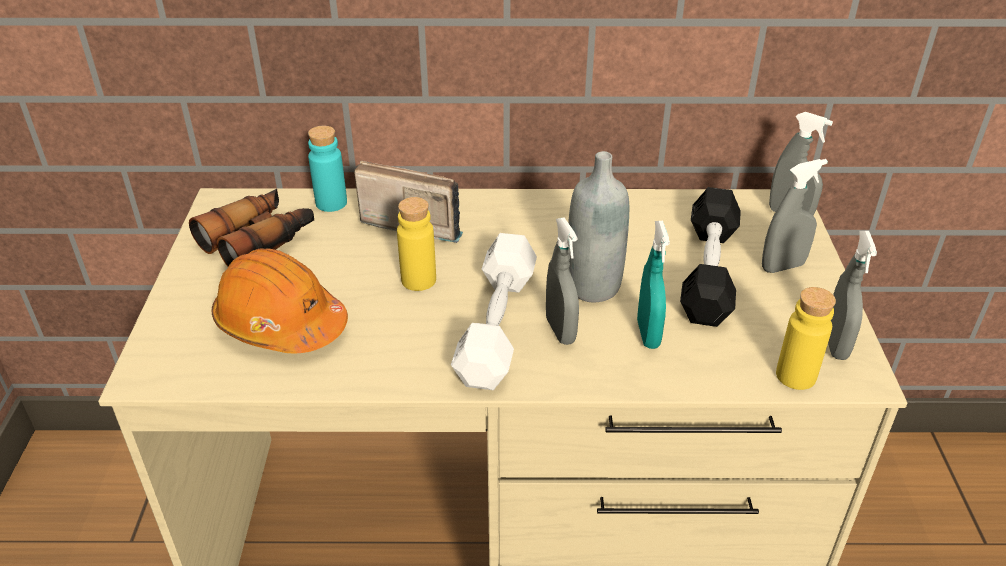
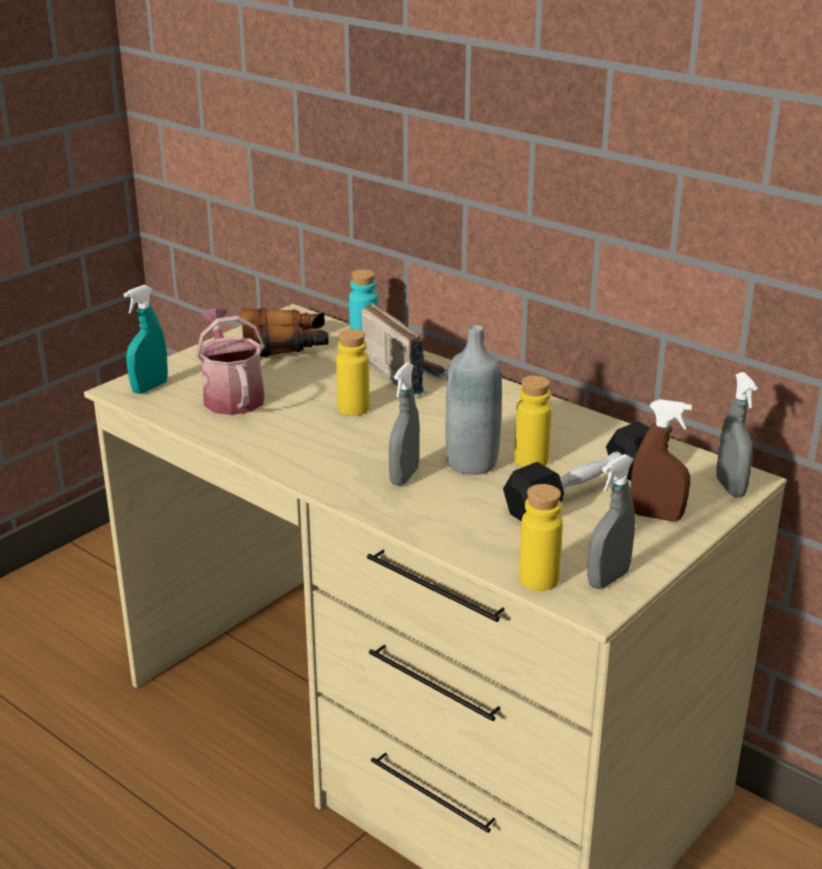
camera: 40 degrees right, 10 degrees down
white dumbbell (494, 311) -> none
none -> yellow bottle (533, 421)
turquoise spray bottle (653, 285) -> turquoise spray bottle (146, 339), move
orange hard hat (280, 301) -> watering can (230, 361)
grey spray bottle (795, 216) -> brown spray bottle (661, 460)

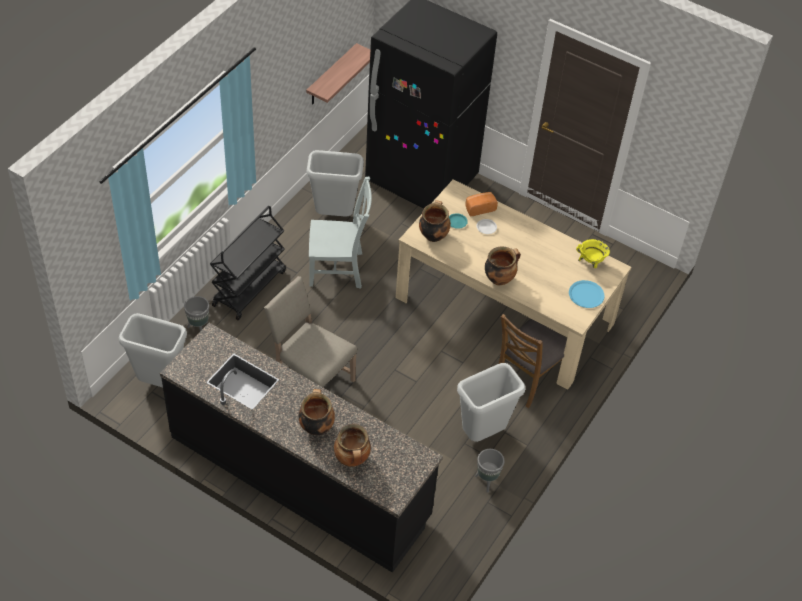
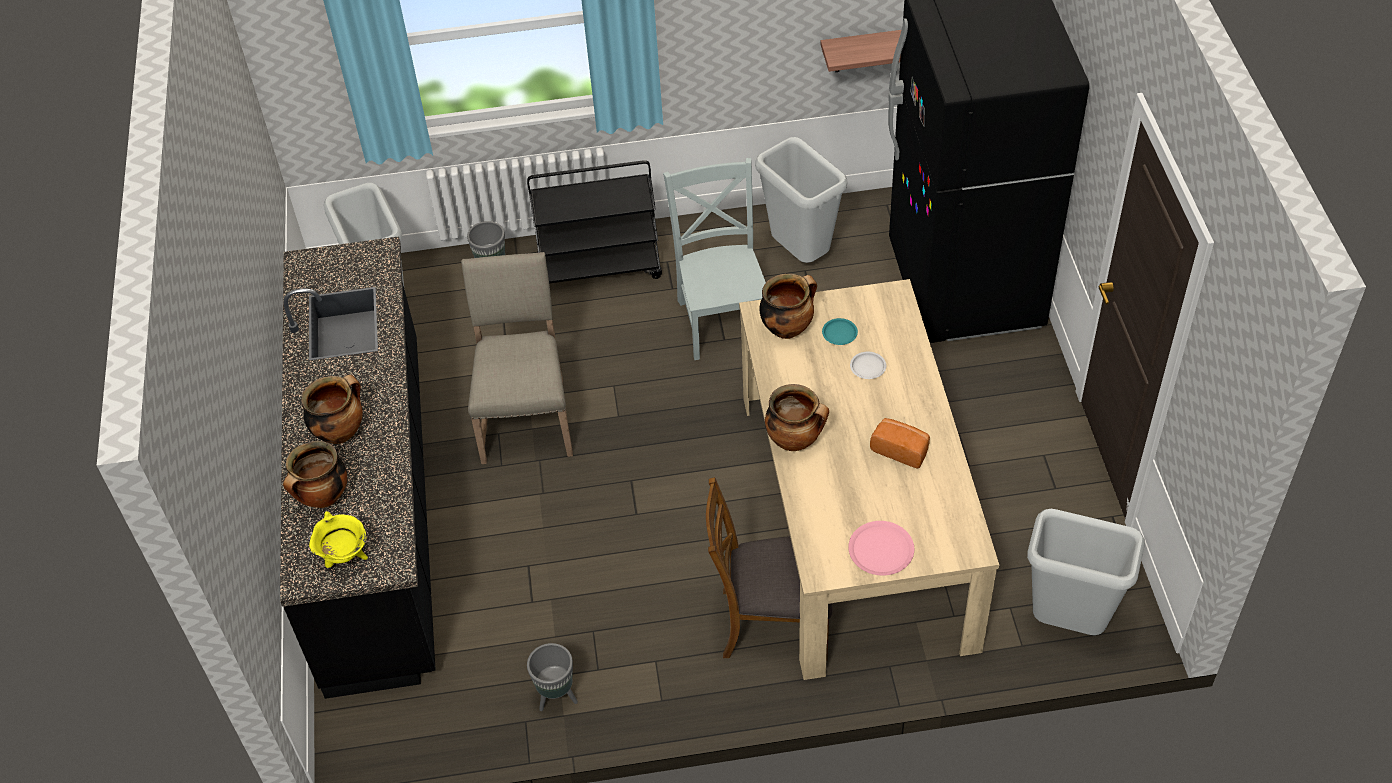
camera: 55 degrees right, 0 degrees up
grey trash can (491, 402) -> grey trash can (1086, 572), move
bread (482, 204) -> bread (900, 443), move
yellow cooking pot (593, 253) -> yellow cooking pot (338, 539), move
blue plate (586, 294) -> pink plate (881, 548)
grey chair (340, 233) -> grey chair (714, 259), 150 degrees counterclockwise

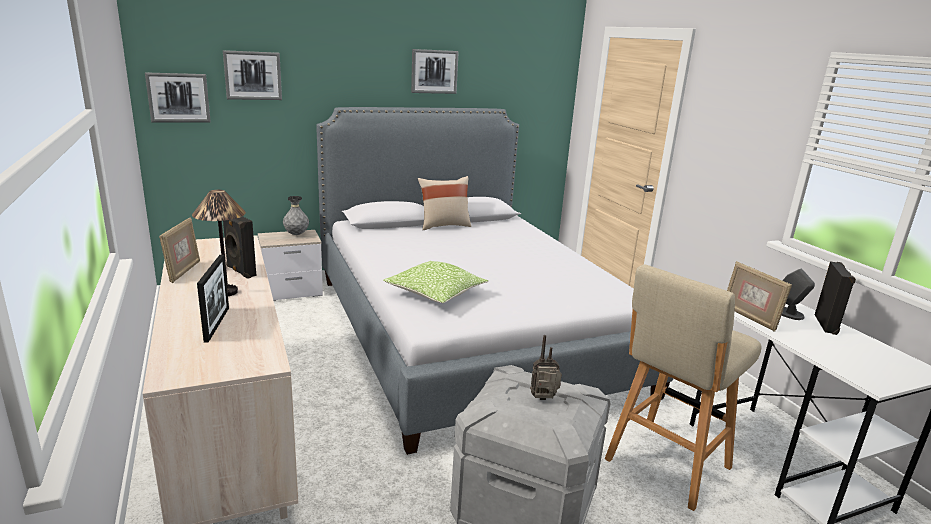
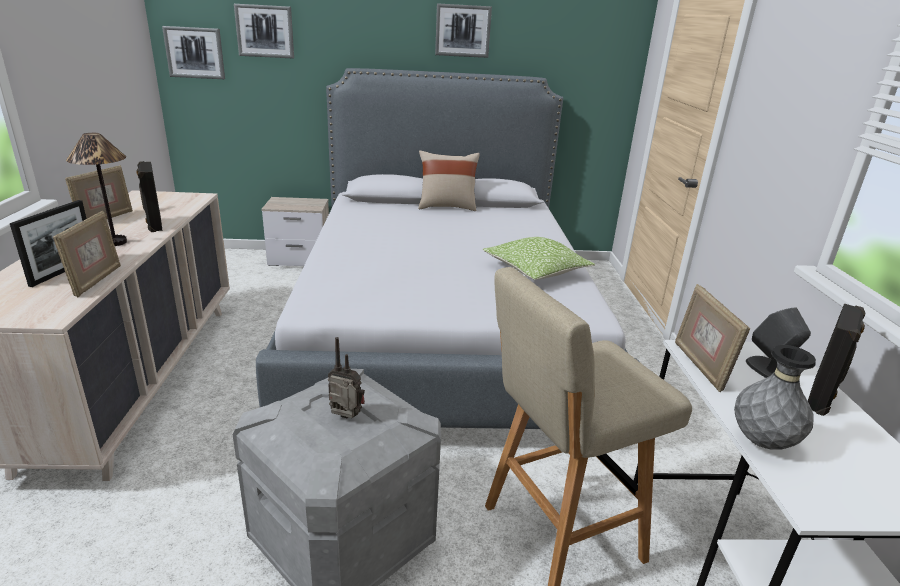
camera: 20 degrees right, 5 degrees up
none -> picture frame (87, 254)
grey vase (296, 215) -> grey vase (775, 397), move
pillow (436, 282) -> pillow (539, 258), move

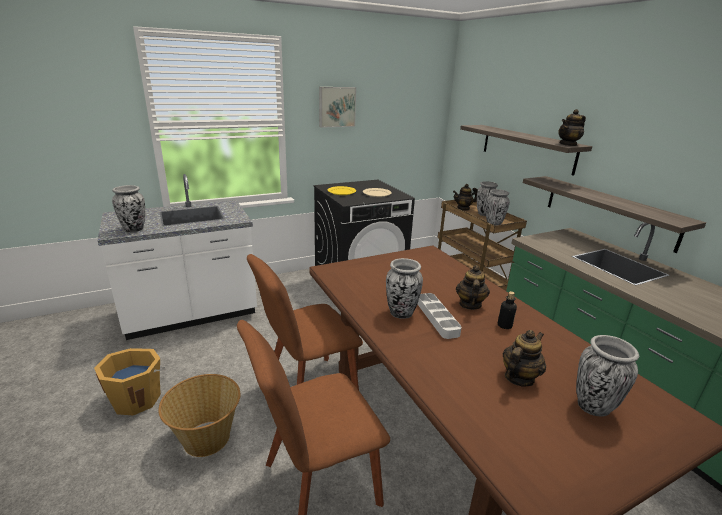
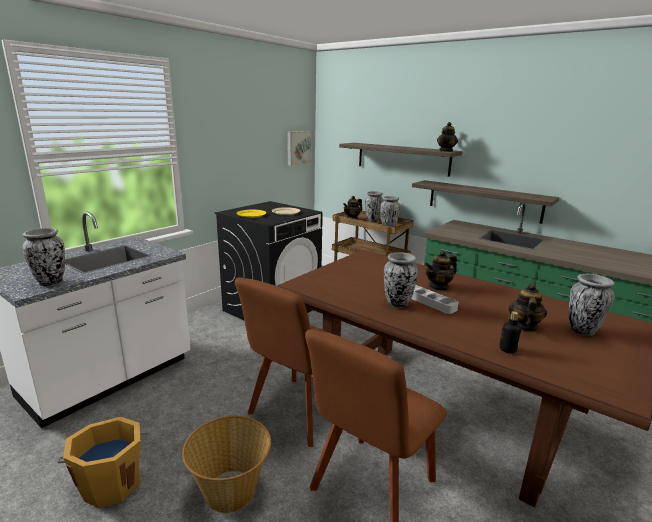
camera: 25 degrees left, 5 degrees down
picture (337, 107) -> picture (299, 148), move
bottle (507, 310) -> bottle (510, 332), move
teapot (473, 287) -> teapot (441, 271), 105 degrees counterclockwise

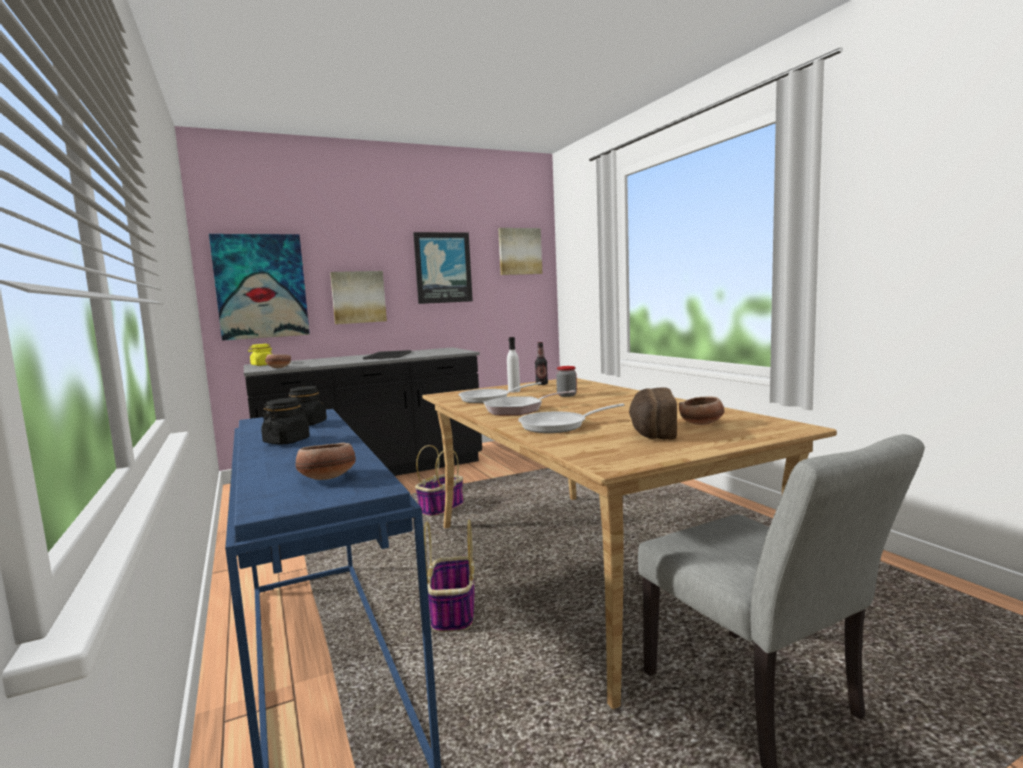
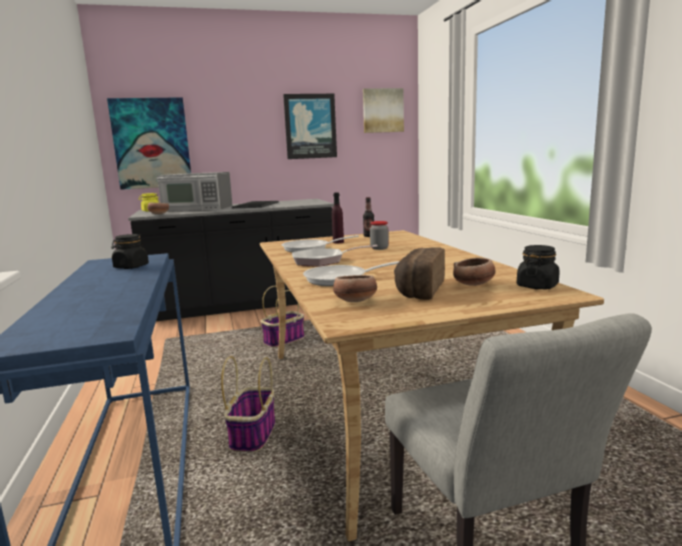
camera: 10 degrees right, 5 degrees up
picture (358, 297) -> none
none -> microwave (195, 192)
black jar (285, 421) -> black jar (538, 267), move
bowl (326, 461) -> bowl (355, 288), move
white bottle (513, 364) -> purple bottle (338, 217)

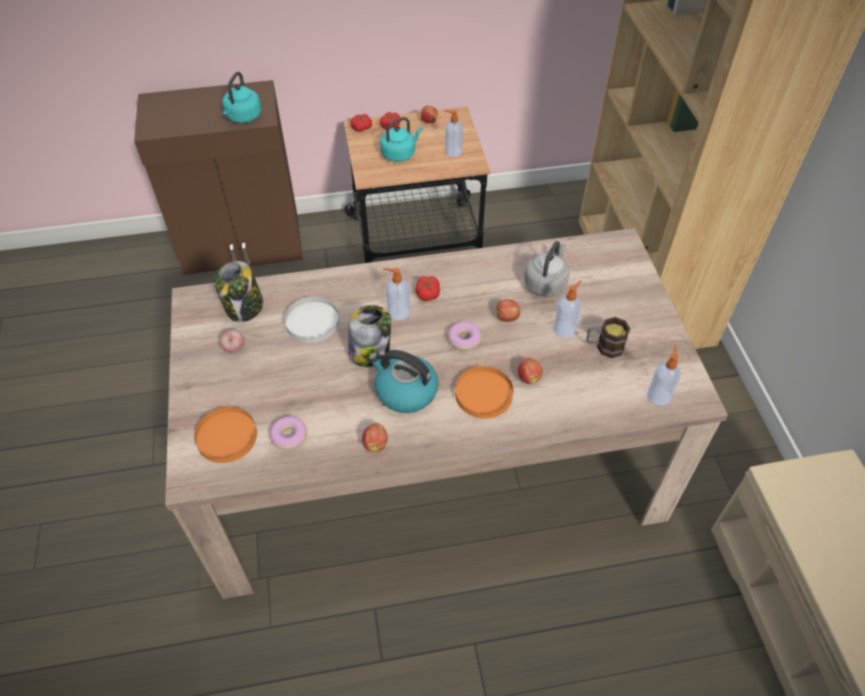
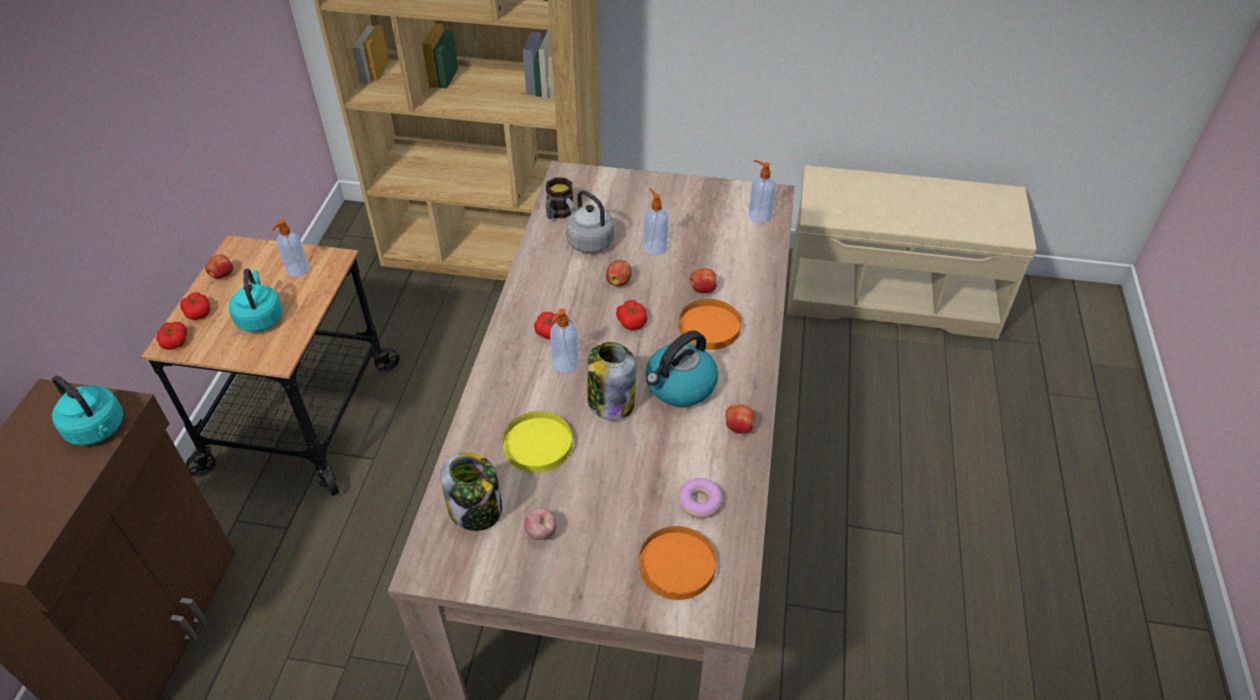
camera: 70 degrees left, 5 degrees down
mug (608, 337) -> mug (559, 198), move
donut (464, 336) -> tomato (631, 315)
white plate (311, 320) -> yellow plate (537, 442)

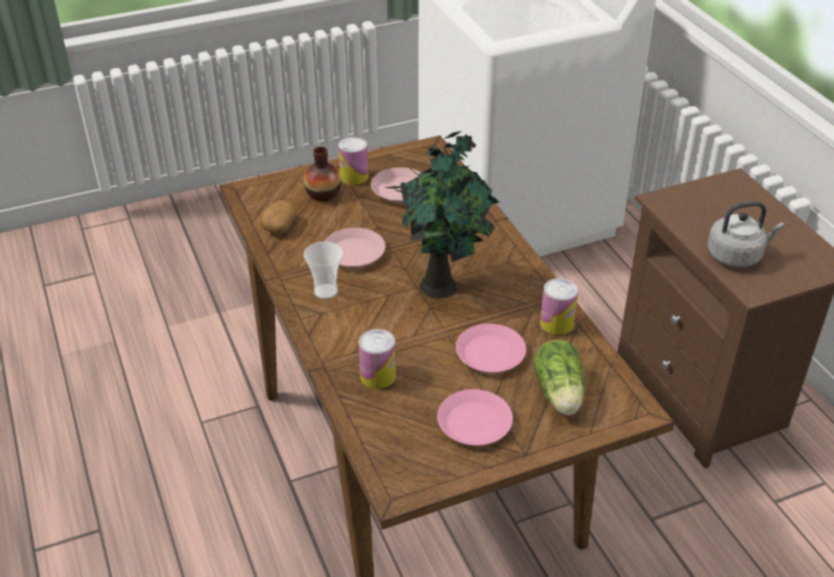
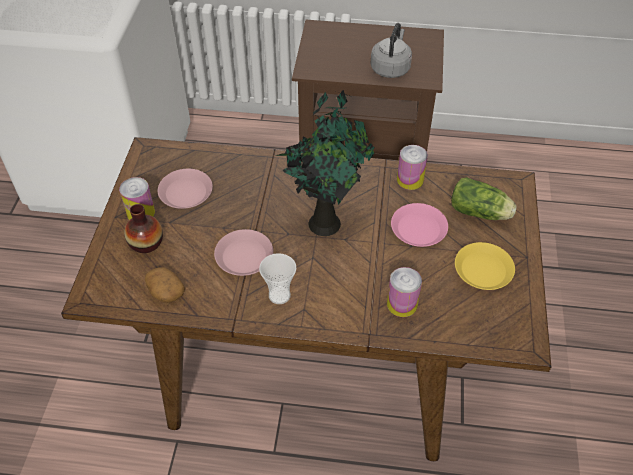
camera: 60 degrees left, 10 degrees up
pink plate (475, 417) -> yellow plate (485, 266)

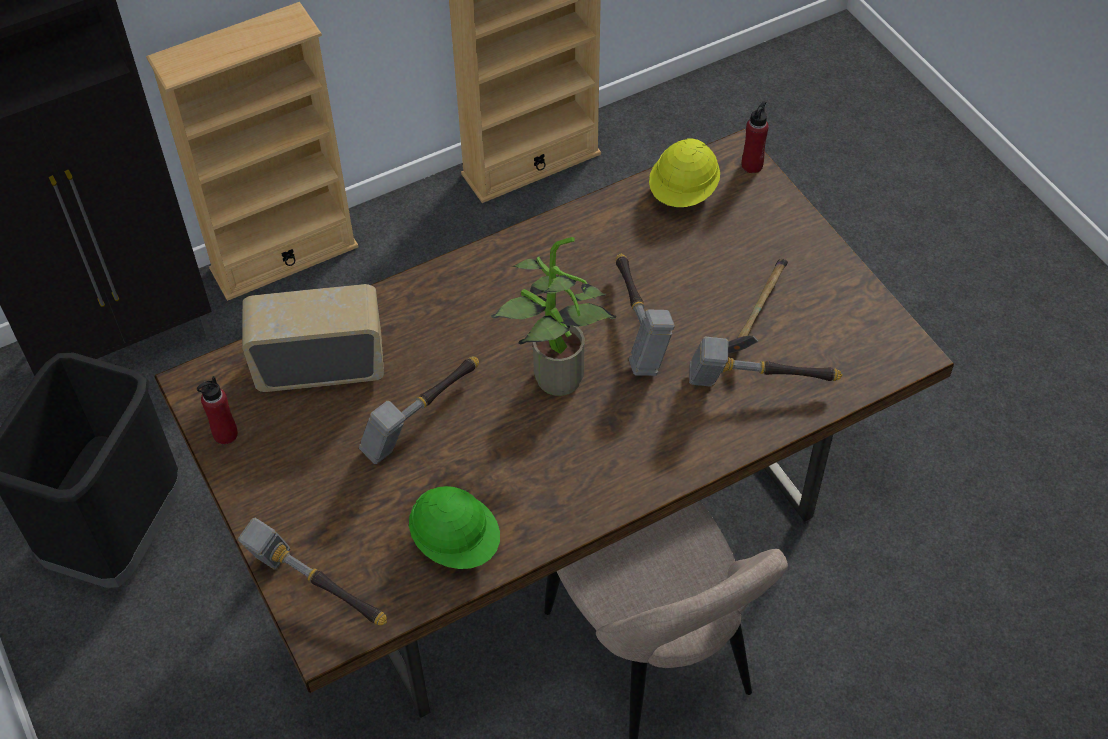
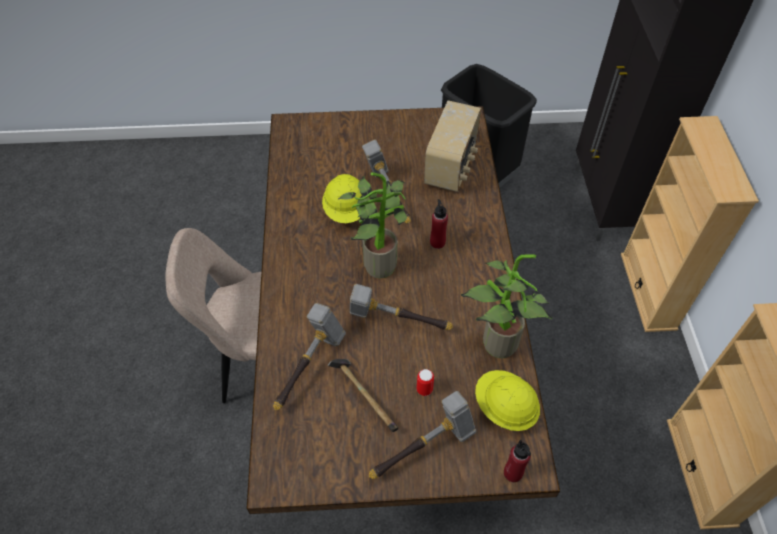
camera: 115 degrees right, 0 degrees up
green hard hat (454, 527) -> none
none -> yellow hard hat (342, 198)
none -> can (425, 382)
none -> potted plant (507, 306)
red bottle (217, 410) -> red bottle (439, 224), move
hammer (312, 571) -> hammer (422, 435), move

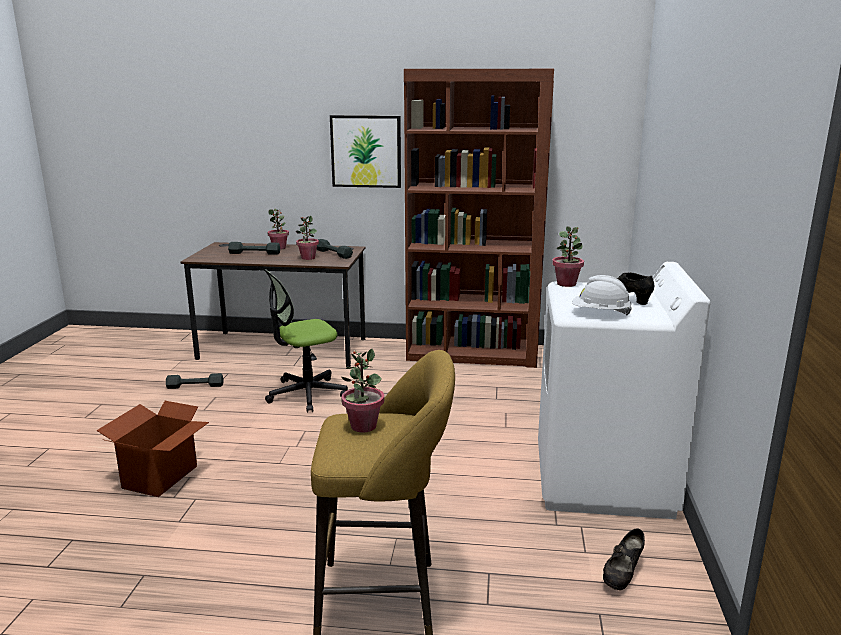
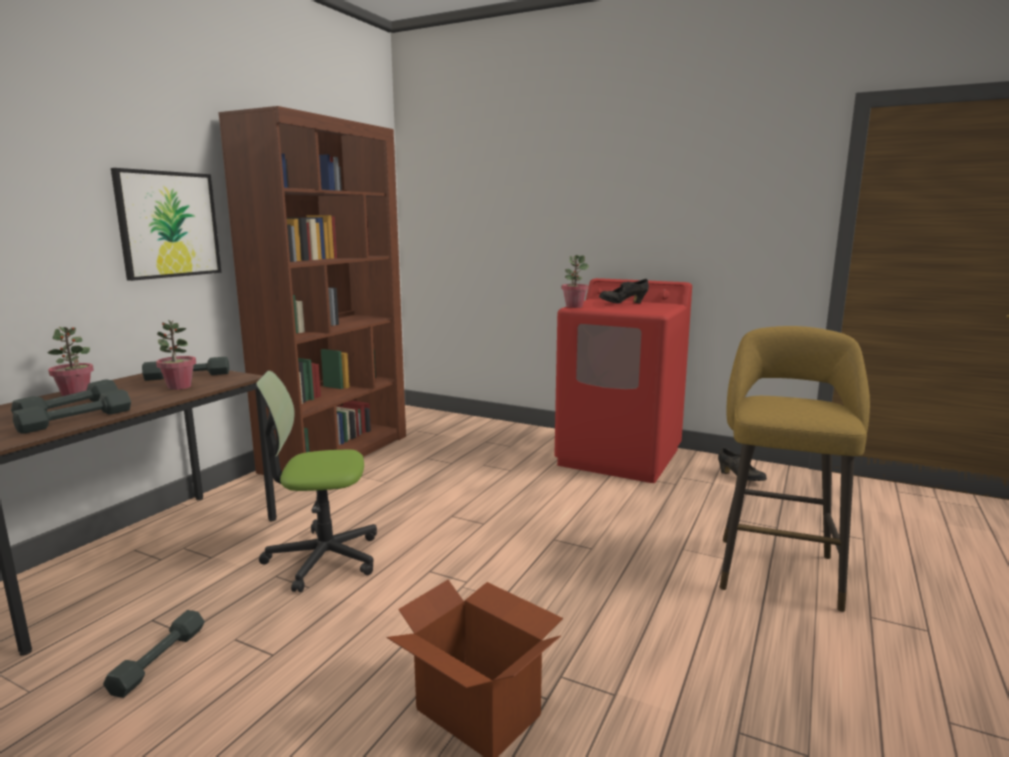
camera: 70 degrees left, 5 degrees down
potted plant (362, 390) -> none
white hard hat (602, 295) -> none
none -> grey dumbbell (72, 411)
white washing machine (624, 390) -> red washing machine (623, 380)
office chair (306, 341) -> office chair (316, 481), 90 degrees clockwise

